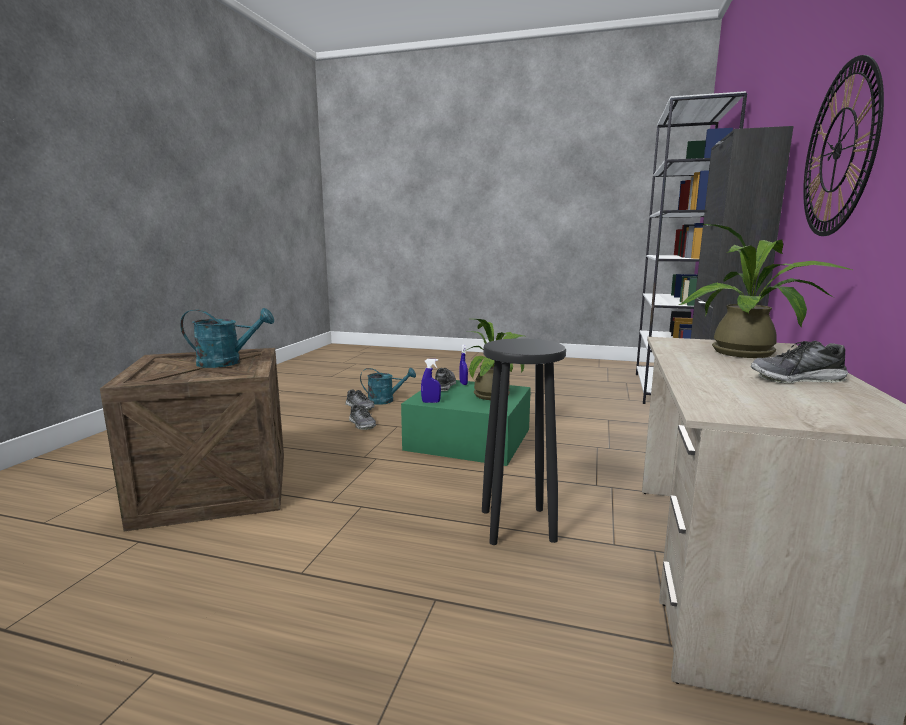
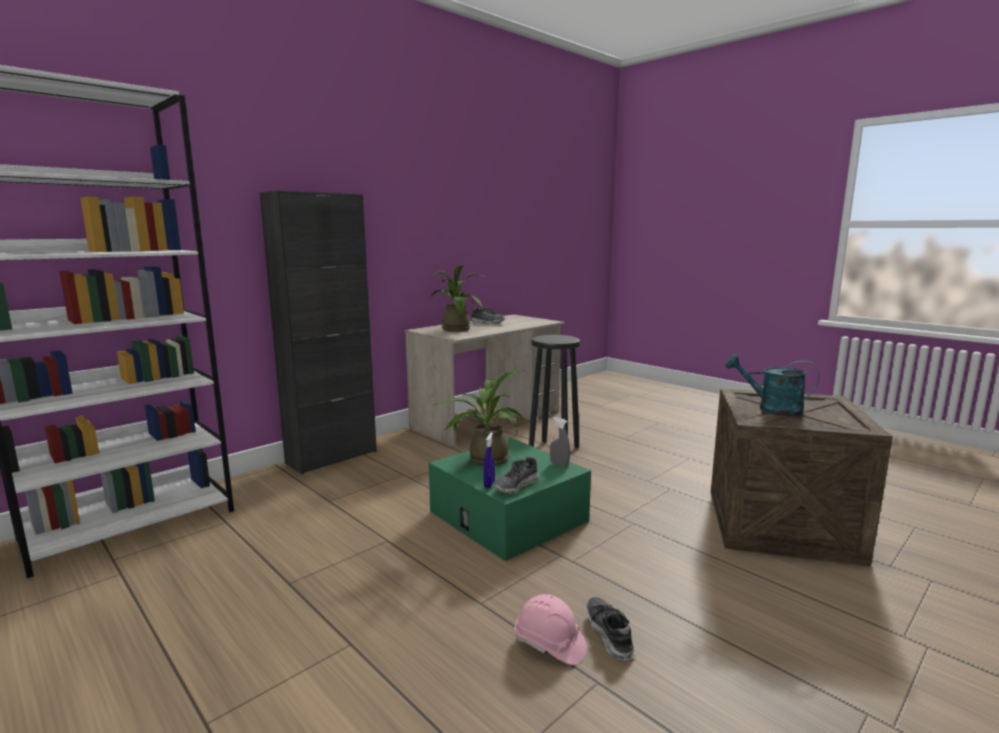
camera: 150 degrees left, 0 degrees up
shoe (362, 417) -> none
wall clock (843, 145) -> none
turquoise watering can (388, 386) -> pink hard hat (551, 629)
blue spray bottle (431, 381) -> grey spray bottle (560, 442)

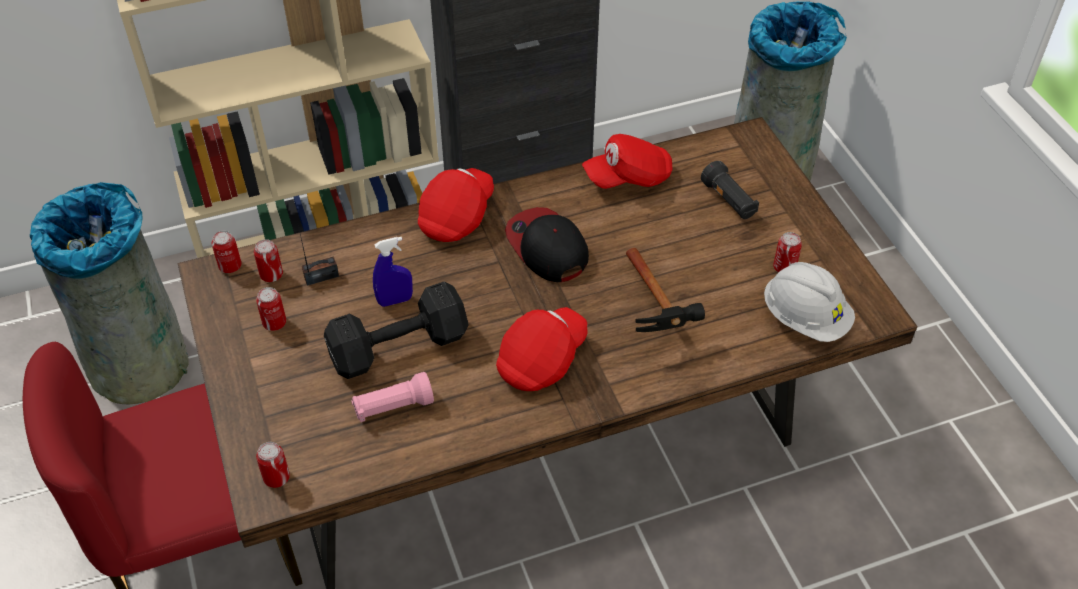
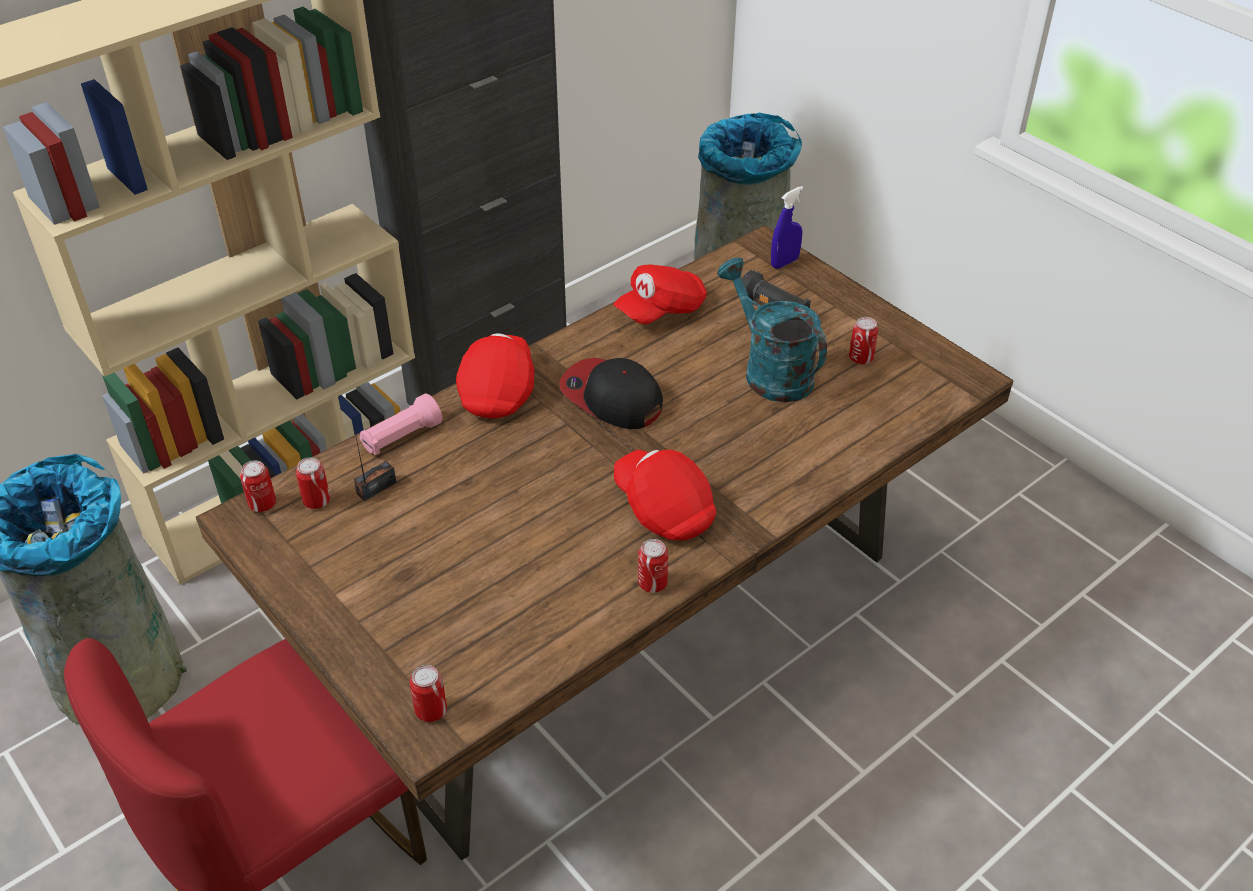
camera: 20 degrees left, 5 degrees down
black dumbbell (396, 330) -> none
hammer (665, 290) -> none
white hard hat (809, 302) -> none
none -> turquoise watering can (772, 330)
can (271, 309) -> can (653, 566), move
pink flashlight (392, 397) -> pink flashlight (400, 424), move
blue spray bottle (393, 272) -> blue spray bottle (787, 227), move
red cap (541, 349) -> red cap (665, 495), 60 degrees counterclockwise

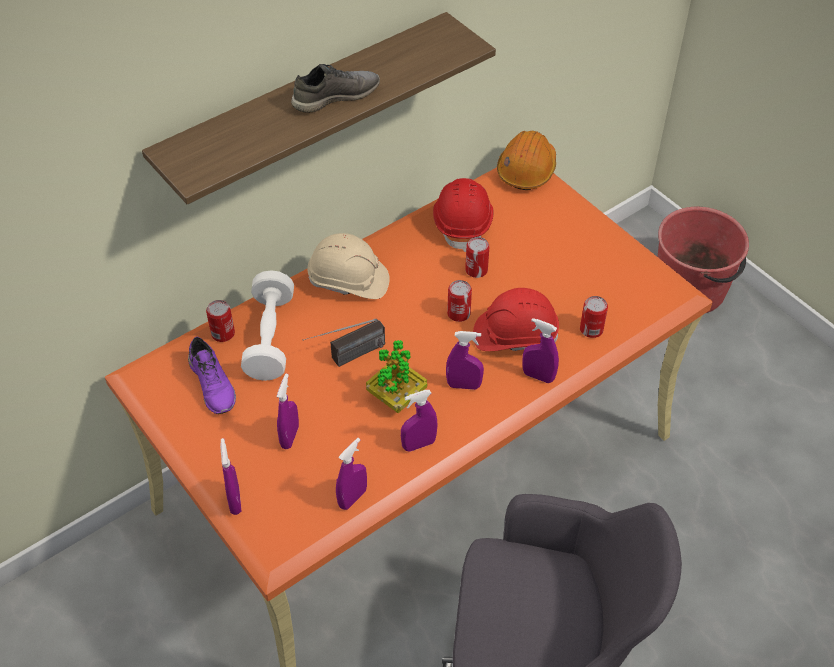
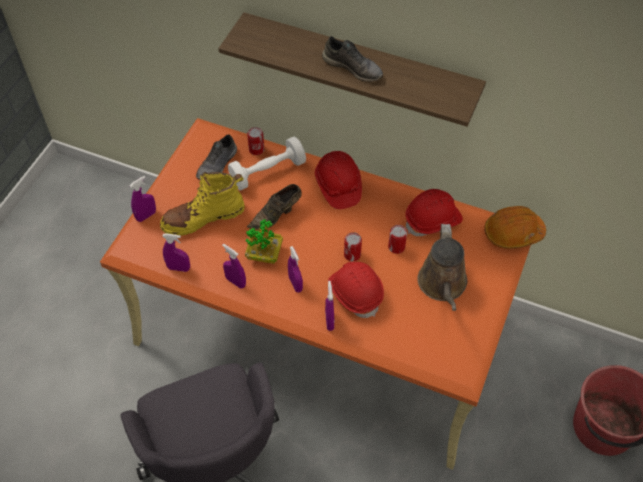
camera: 60 degrees right, 5 degrees up
can (594, 317) -> none
none -> brown watering can (442, 267)
purple spray bottle (288, 411) -> yellow boot (202, 204)
radio (343, 343) -> brown shoe (274, 207)
purple shoe (212, 375) -> grey shoe (216, 157)
beige hard hat (348, 266) -> red hard hat (338, 180)

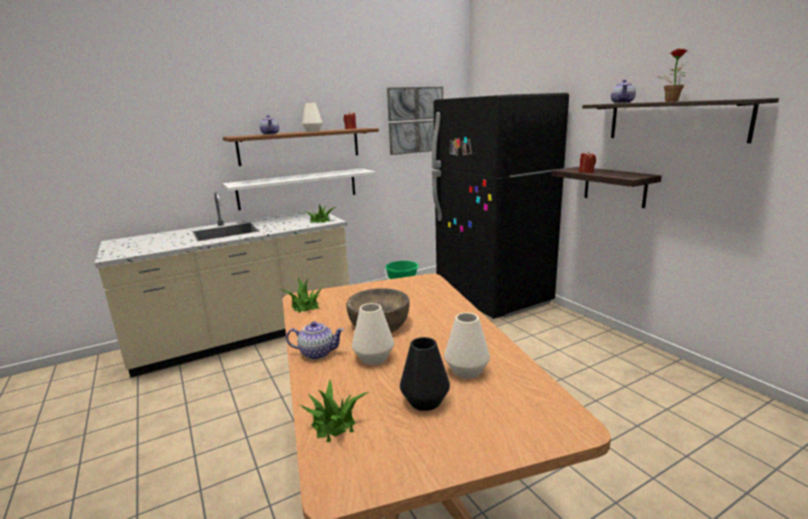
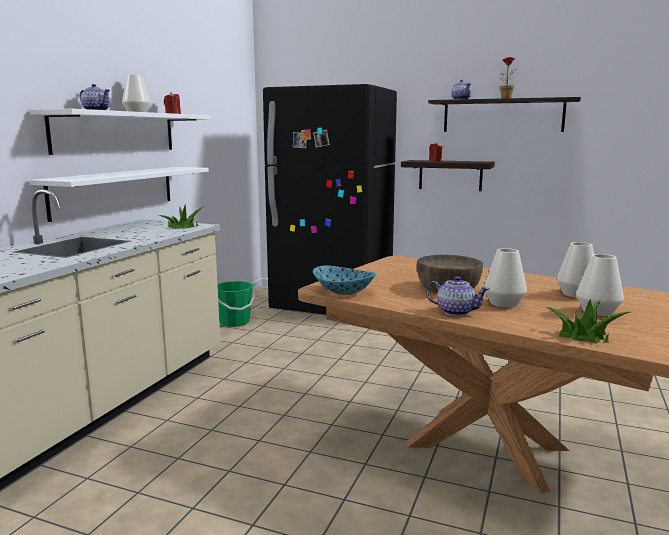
camera: 40 degrees left, 5 degrees down
picture (415, 121) -> none
potted plant (301, 295) -> bowl (344, 280)
brown shelf (301, 147) -> white shelf (120, 132)
black vase (425, 374) -> white vase (600, 285)
teapot (315, 340) -> teapot (458, 296), 60 degrees clockwise

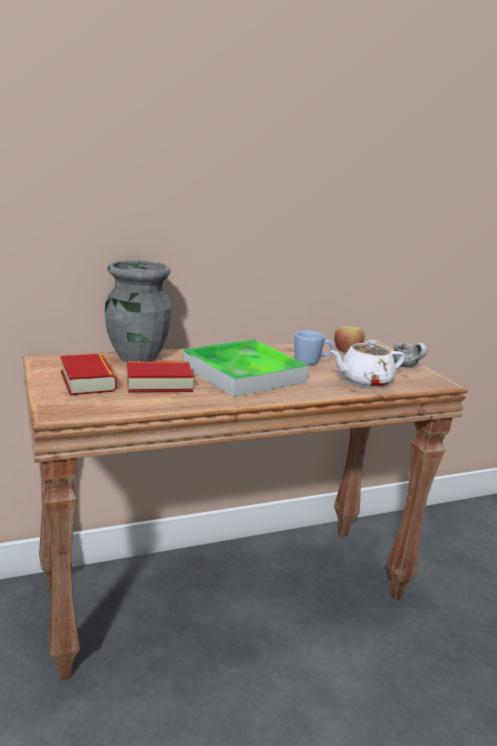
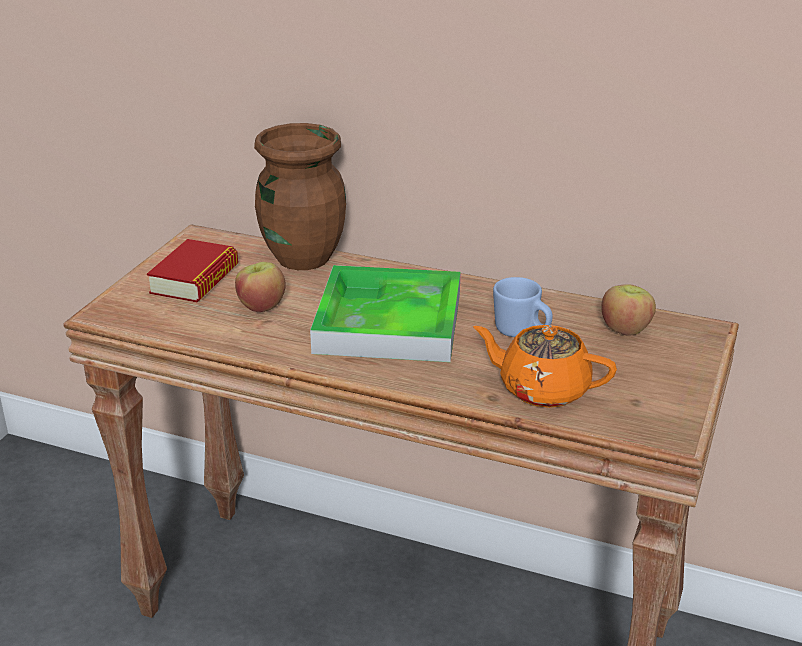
camera: 45 degrees right, 10 degrees up
mug (410, 355) -> none
book (160, 377) -> apple (260, 287)
grey vase (138, 311) -> brown vase (300, 196)
white teapot (367, 364) -> orange teapot (545, 366)

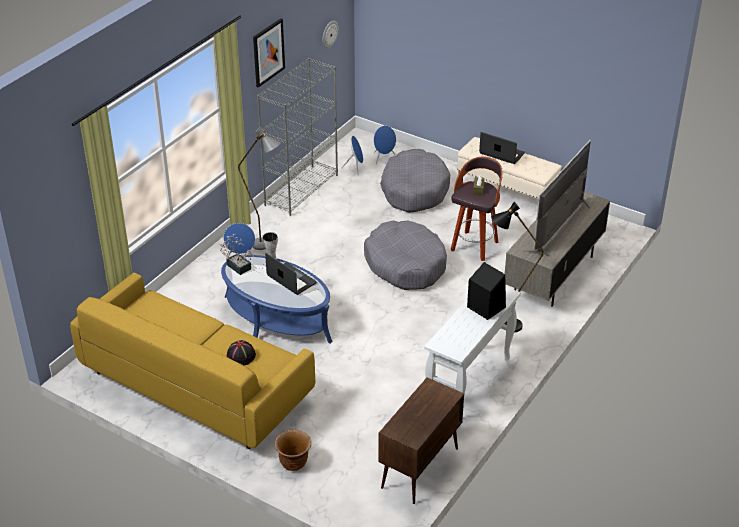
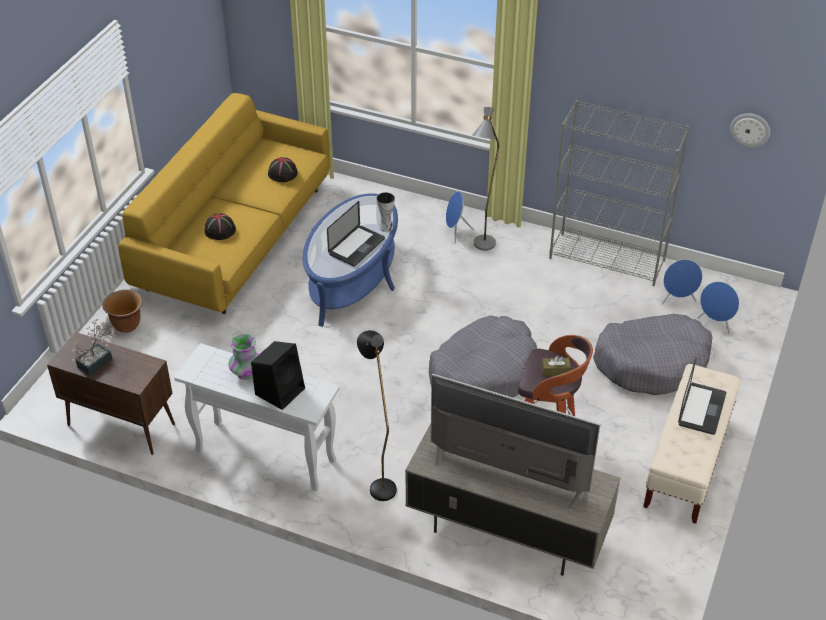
camera: 80 degrees right, 5 degrees up
picture (269, 53) -> none
none -> vase (243, 356)
none -> black hat (283, 169)
potted plant (236, 254) -> potted plant (94, 347), move

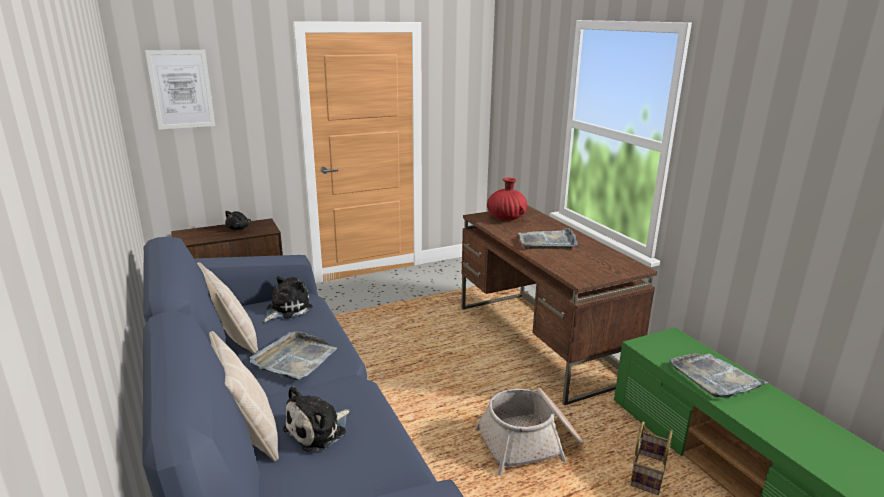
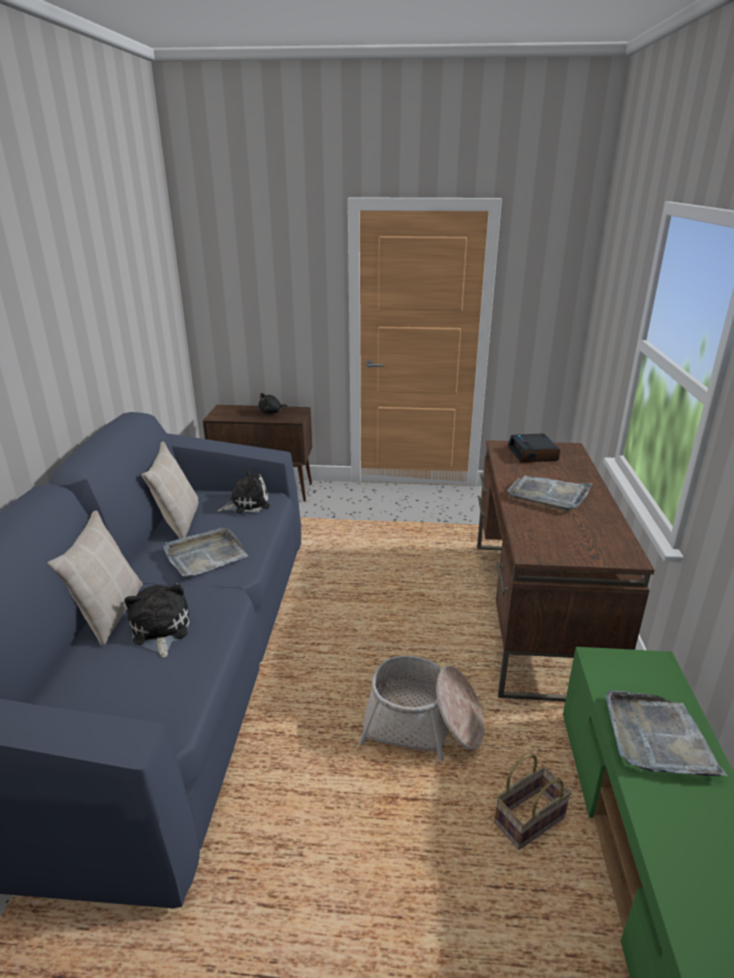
camera: 30 degrees right, 5 degrees up
picture (180, 90) -> none
red vase (507, 199) -> alarm clock (534, 448)
plush toy (316, 419) -> plush toy (157, 620), 90 degrees clockwise

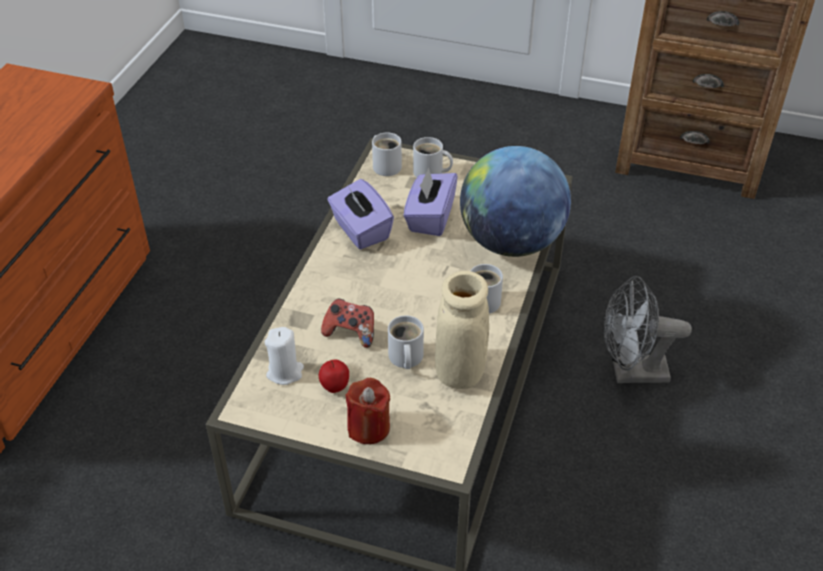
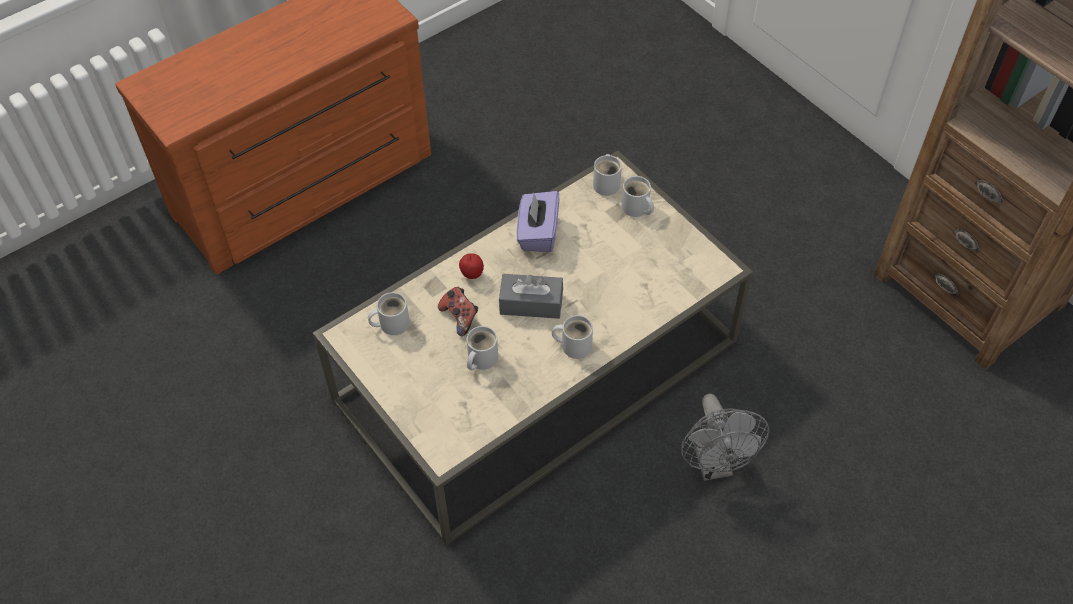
camera: 35 degrees right, 10 degrees up
red candle (367, 411) -> none
purple tissue box (431, 201) -> none
beige vase (462, 330) -> none
globe (515, 201) -> none
none -> grey tissue box (531, 296)
apple (334, 376) -> apple (471, 266), move
white candle (284, 356) -> white mug (389, 313)
grey fan (648, 329) -> grey fan (725, 437), 135 degrees counterclockwise

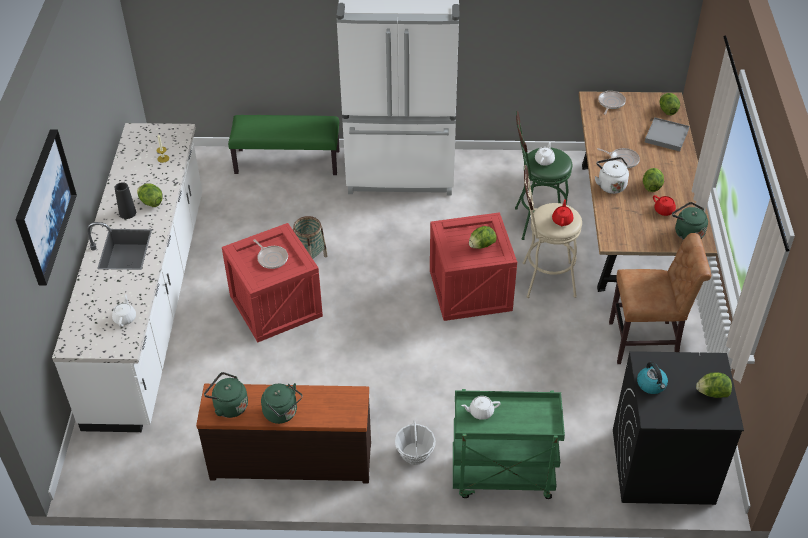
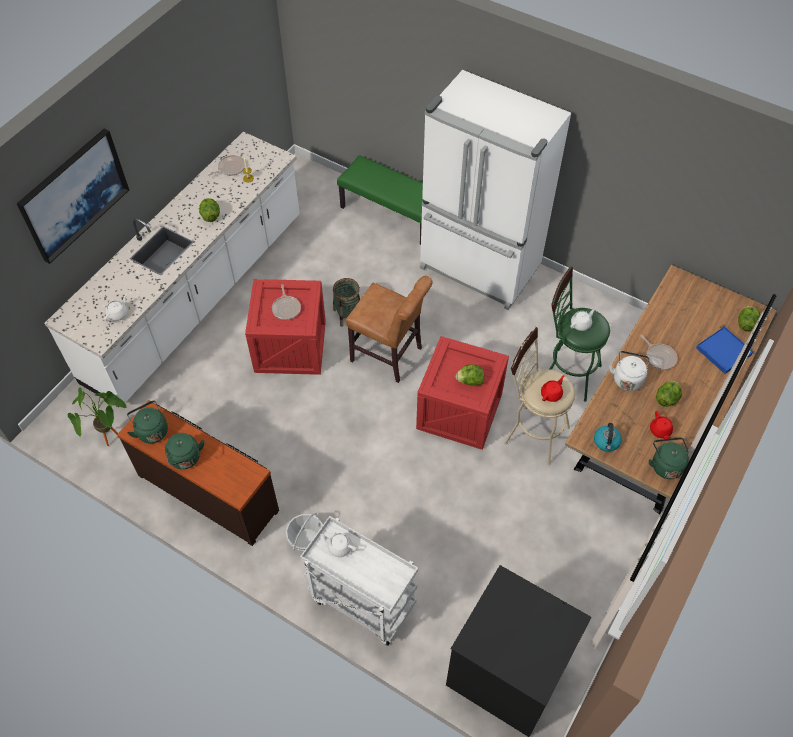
camera: 30 degrees right, 10 degrees up
black vase (125, 200) -> none
lettuce (714, 385) -> none
none -> potted plant (97, 416)
frying pan (612, 103) -> frying pan (226, 165), move
brown chair (660, 298) -> brown chair (389, 329), move
kettle (652, 378) -> kettle (608, 437), move
green cart (509, 444) -> white cart (359, 581)
grey tray (667, 134) -> blue tray (725, 350)

